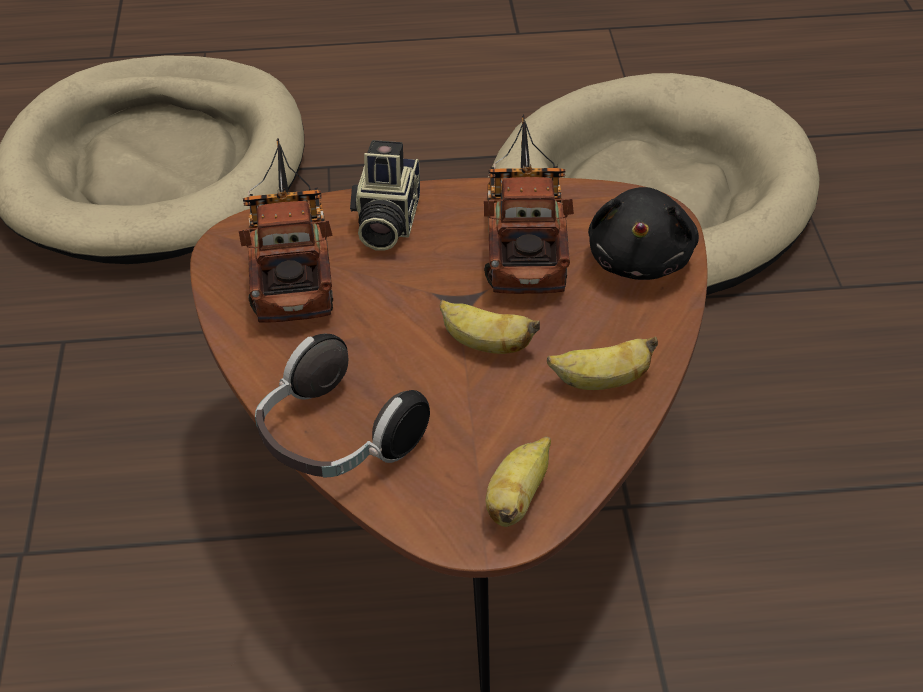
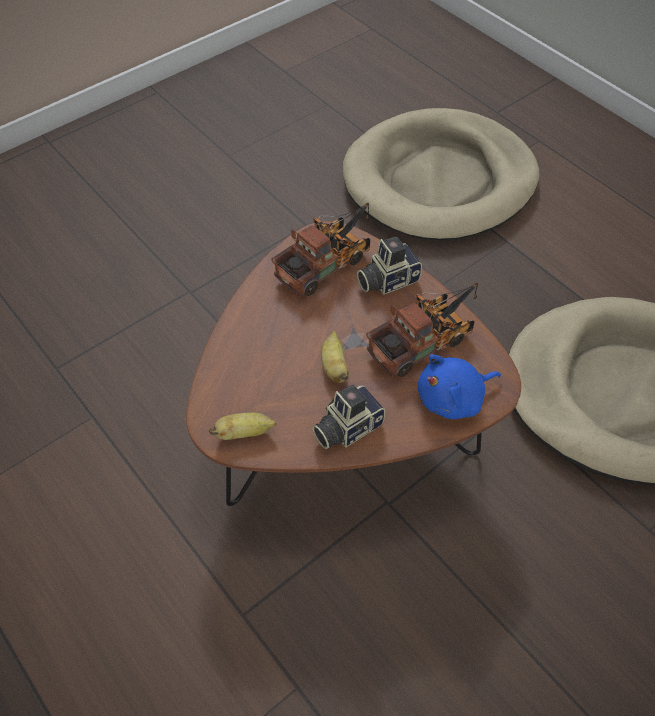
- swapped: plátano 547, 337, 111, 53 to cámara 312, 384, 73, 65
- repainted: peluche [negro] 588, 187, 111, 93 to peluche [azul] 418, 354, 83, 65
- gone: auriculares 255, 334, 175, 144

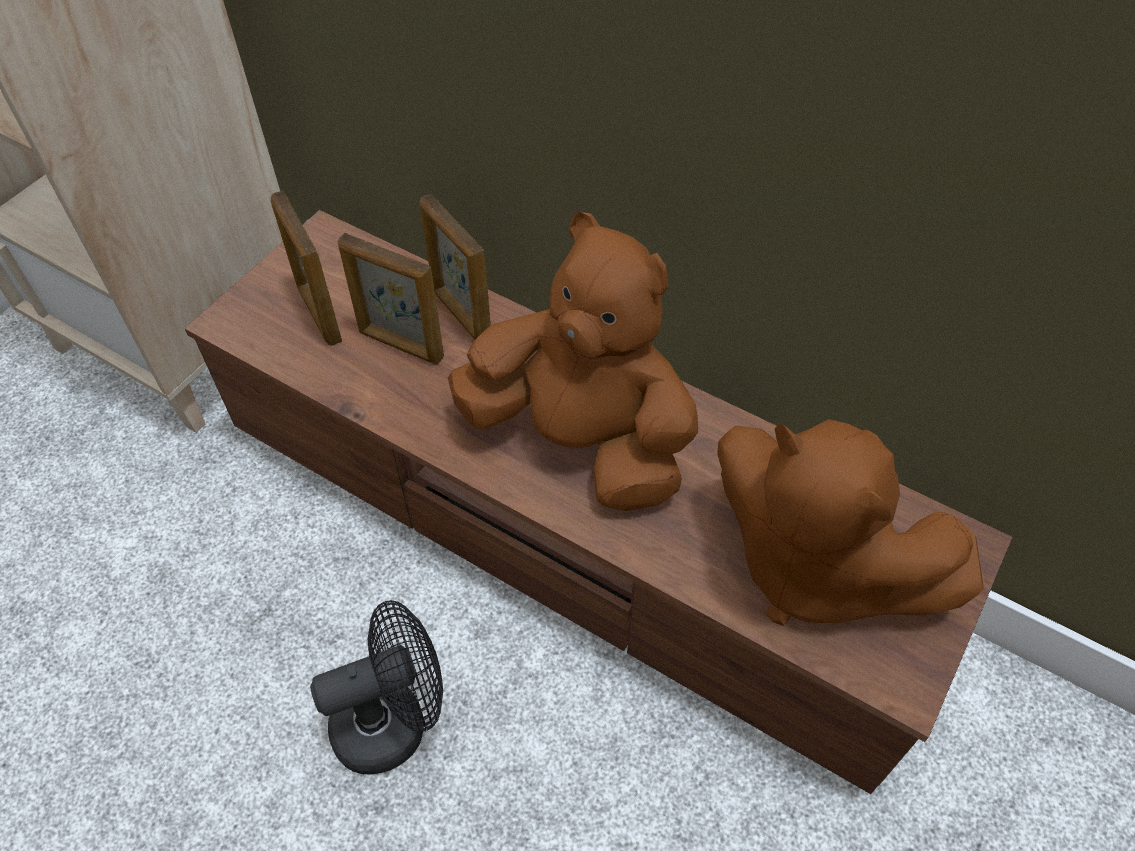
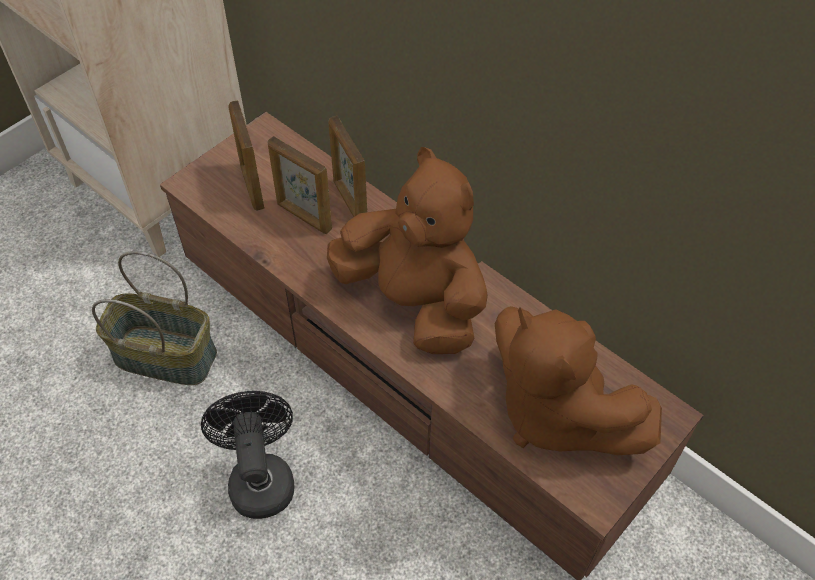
- new: cesta 92, 251, 125, 134
- rotated: ventilador [negro] 310, 600, 133, 175 = 201, 391, 94, 128 90 degrees counterclockwise

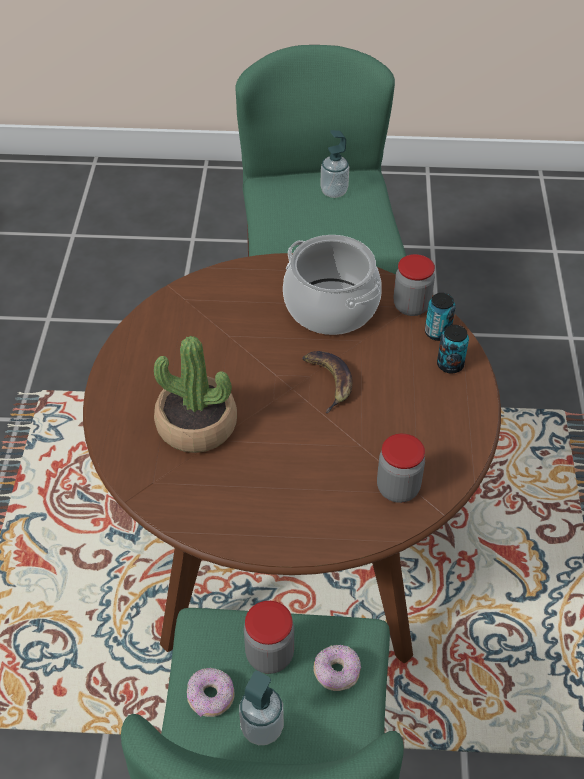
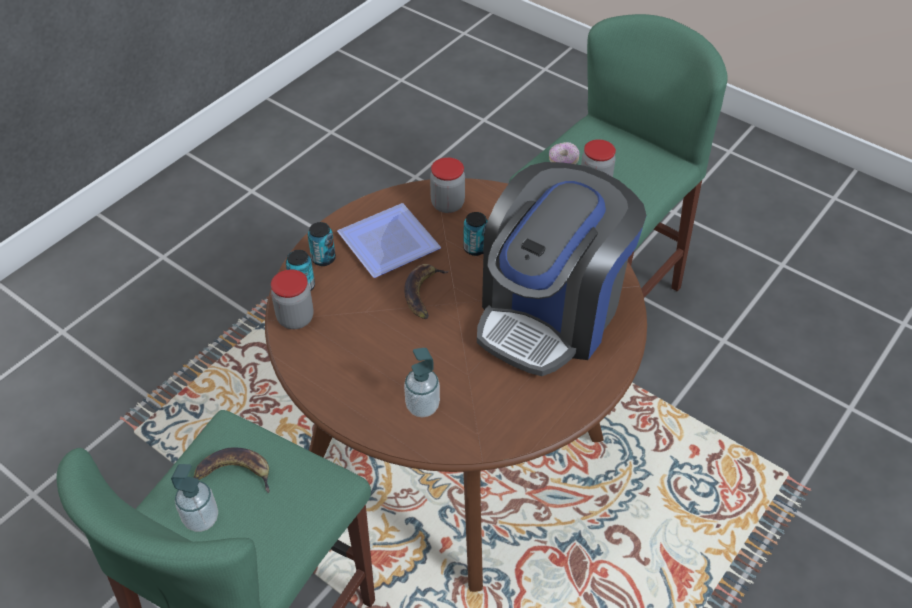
- new: plátano 193, 447, 77, 46
- new: plato 337, 203, 104, 75
- shifted: dispensador de jabón 239, 671, 45, 74 to 404, 348, 36, 70
- new: lata 463, 212, 25, 44
- swapped: planta en maceta 154, 336, 83, 117 to cafetera 477, 162, 169, 214
- gone: rosquilla 187, 668, 48, 49
- gone: olla 283, 235, 99, 100

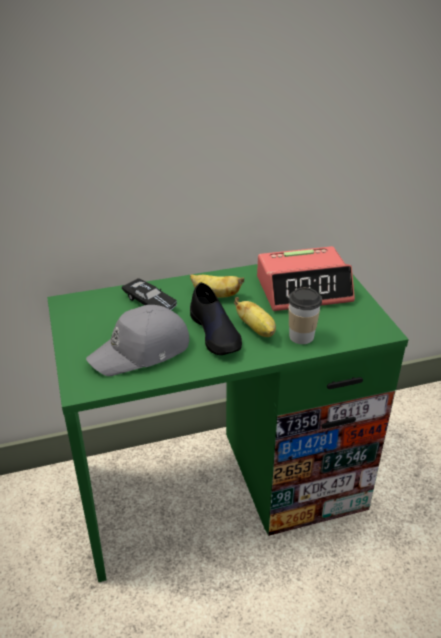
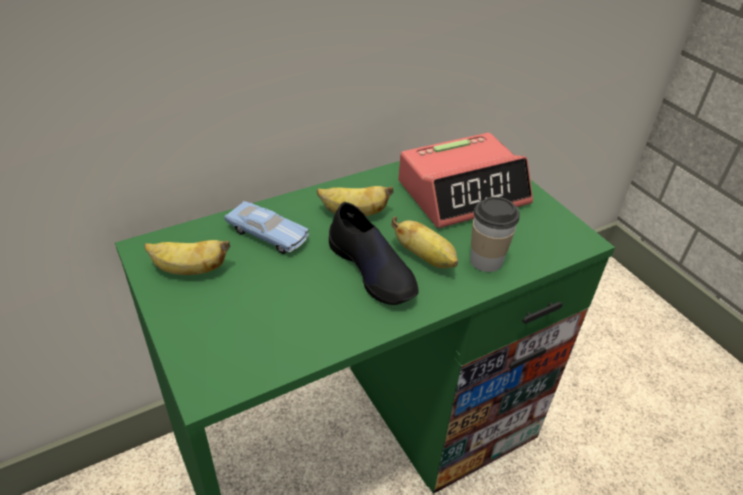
- new: plátano 145, 240, 85, 35
- repainted: coche de juguete [negro] 122, 278, 55, 32 to coche de juguete [azul] 224, 201, 85, 53
- gone: gorra [gris] 86, 305, 103, 71

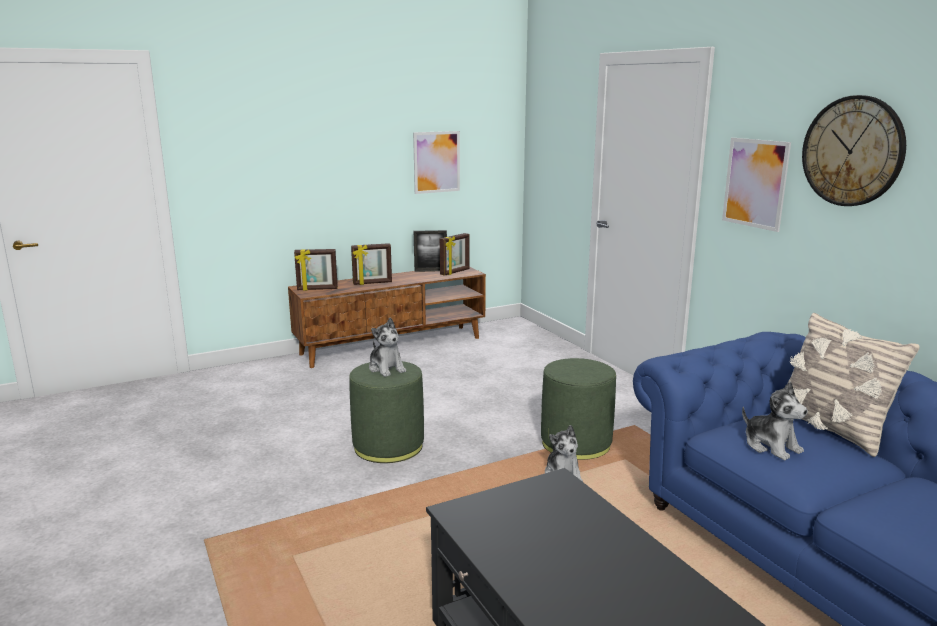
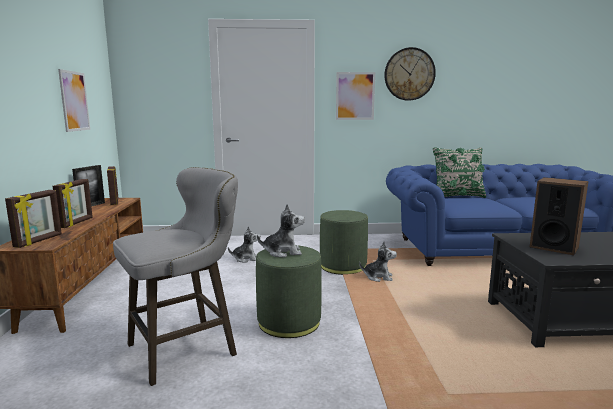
- new: taburete [gris] 113, 167, 125, 219
- shifted: peluche 742, 381, 66, 79 to 228, 226, 32, 37
- repainted: cojín [beis] 788, 313, 132, 144 to cojín [verde] 433, 147, 53, 51
- new: altavoz 530, 177, 59, 78

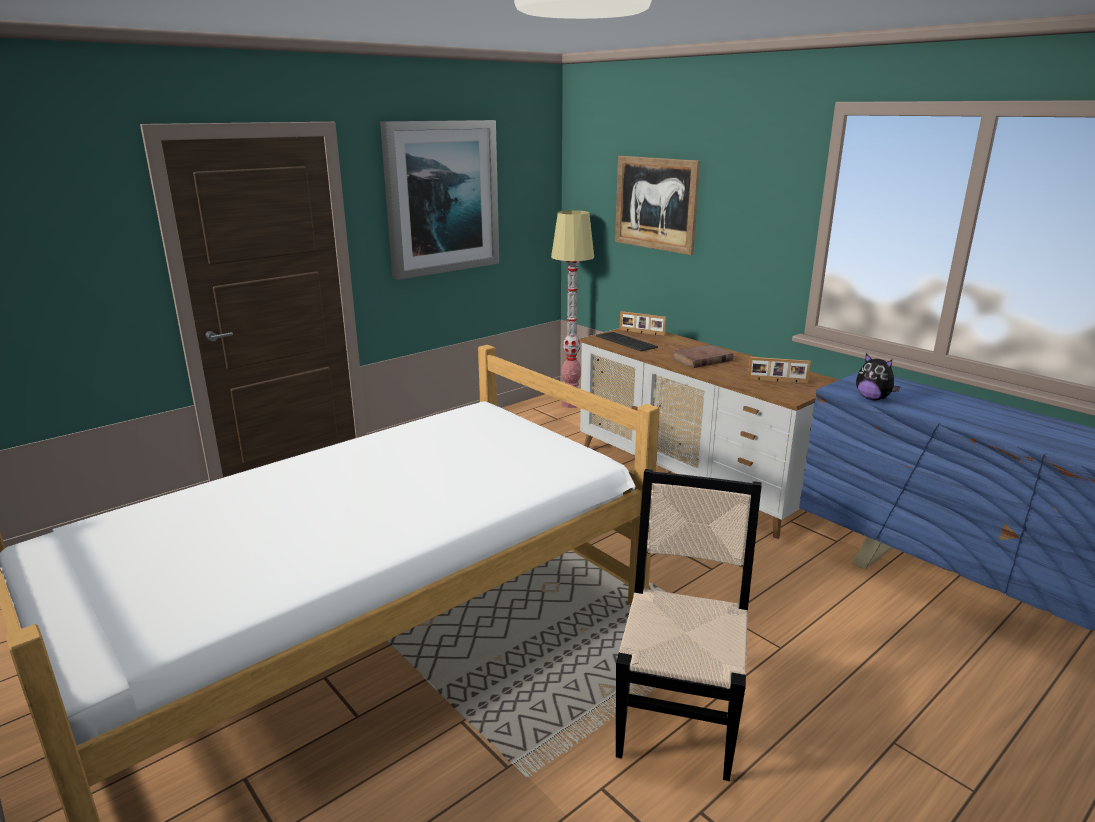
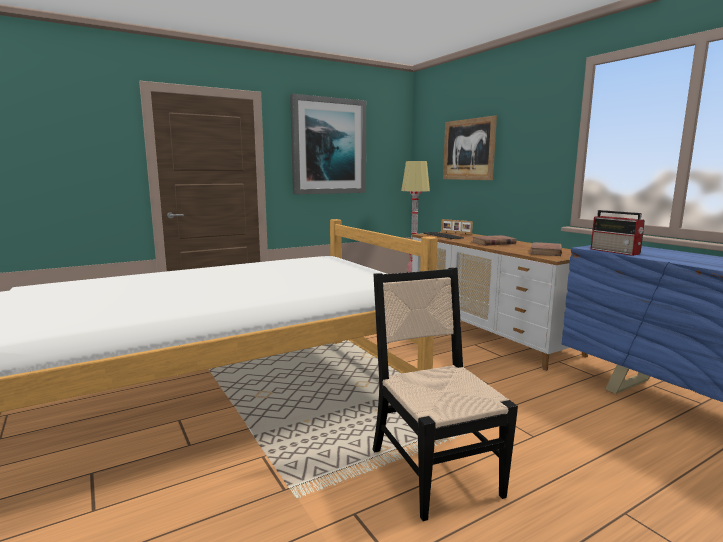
- rotated: silla 616, 469, 146, 312 = 372, 267, 146, 254 45 degrees counterclockwise
- swapped: portarretratos 748, 357, 63, 27 to libro [marrón] 530, 242, 32, 14
- swapped: peluche 856, 354, 44, 46 to radio 591, 210, 54, 46

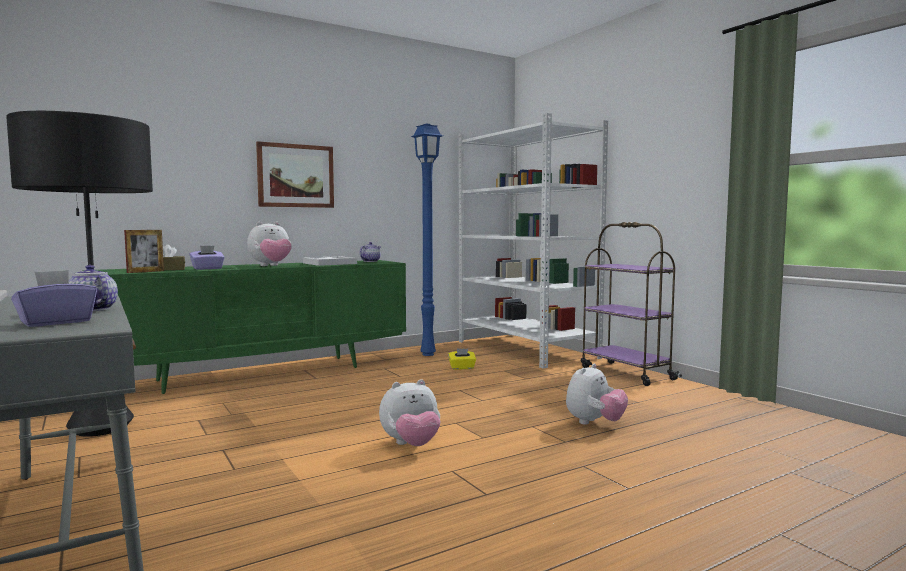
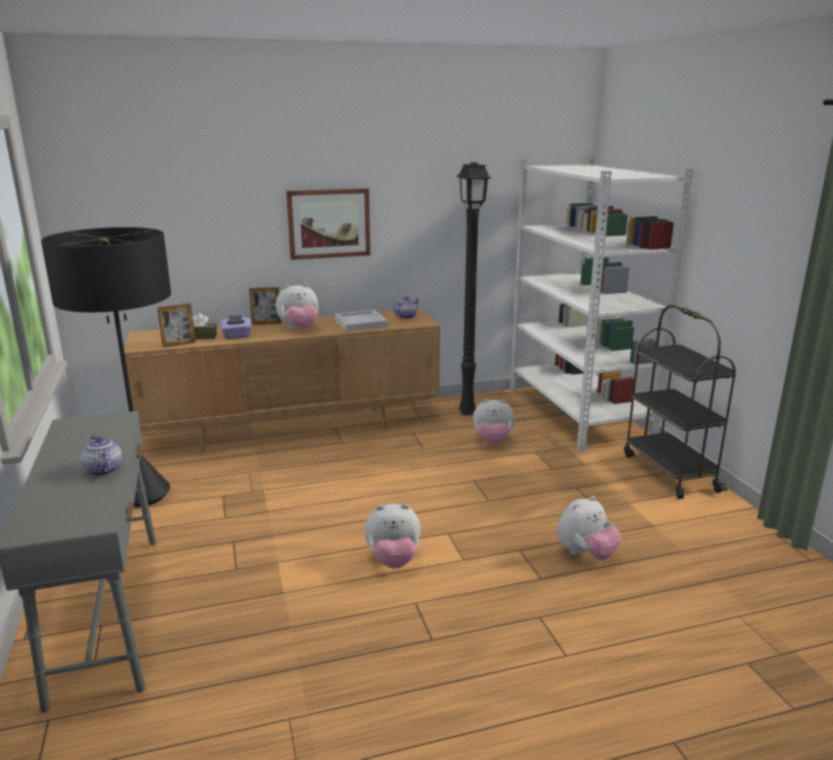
- repainted: armario [verde] 82, 260, 324, 134 to armario [marrón] 124, 309, 316, 143
- new: portarretratos 249, 287, 32, 38
- repainted: lámpara de pie [azul] 411, 123, 32, 233 to lámpara de pie [negro] 456, 162, 36, 253
- swapped: caja de pañuelos [amarillo] 448, 348, 28, 22 to peluche 473, 399, 42, 45
- repainted: carrito [morado] 581, 222, 101, 164 to carrito [negro] 624, 305, 112, 194
- gone: caja de pañuelos [morado] 11, 270, 86, 57

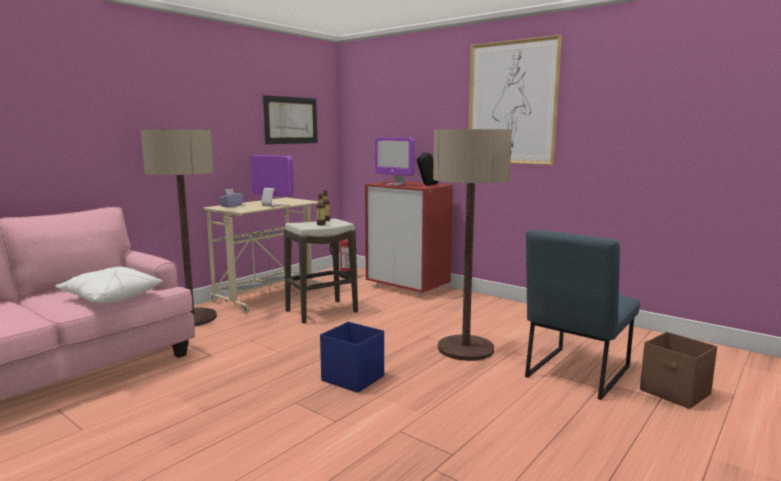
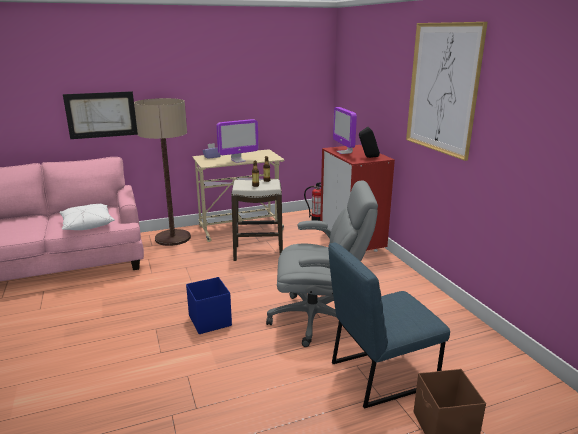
- shifted: cuadro 263, 95, 54, 49 to 63, 91, 75, 48
- rotated: monitor 250, 155, 44, 52 = 216, 119, 42, 44 90 degrees clockwise
- swapped: lámpara de pie 433, 129, 79, 232 to silla de oficina [gris] 266, 180, 112, 167

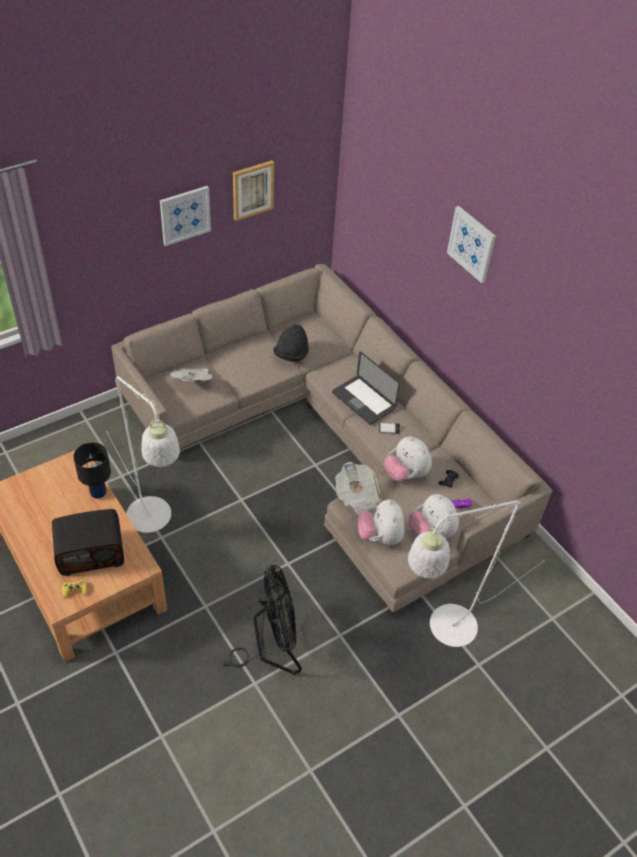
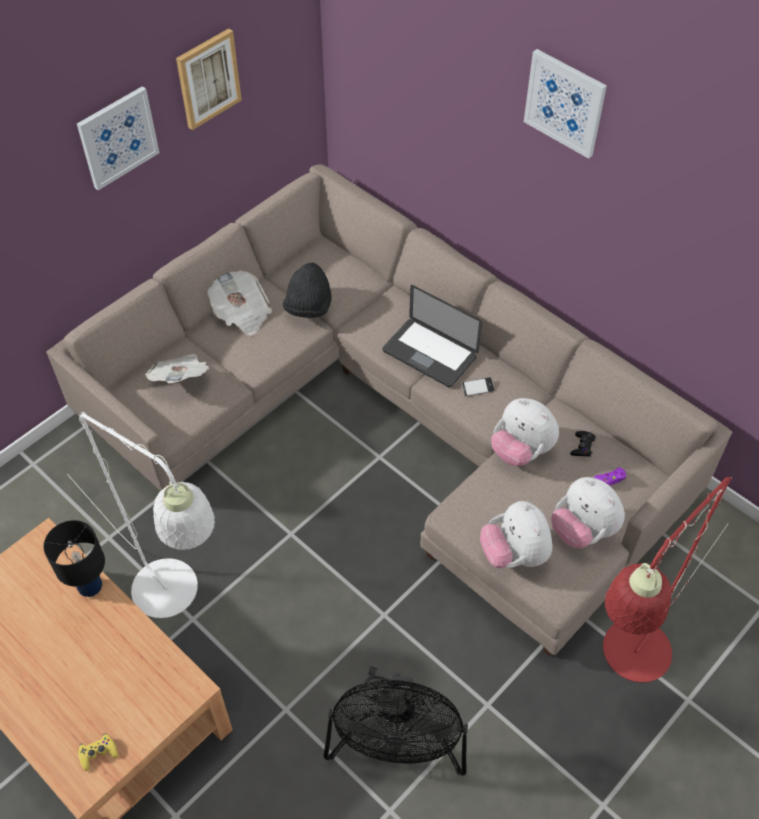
- shifted: periódico 335, 462, 46, 54 to 207, 271, 65, 65
- rotated: ventilador [negro] 222, 565, 80, 110 = 324, 666, 144, 110 120 degrees clockwise
- repainted: lámpara de pie [blanco] 408, 501, 137, 146 to lámpara de pie [rojo] 603, 477, 129, 205
- gone: radio 52, 509, 72, 67

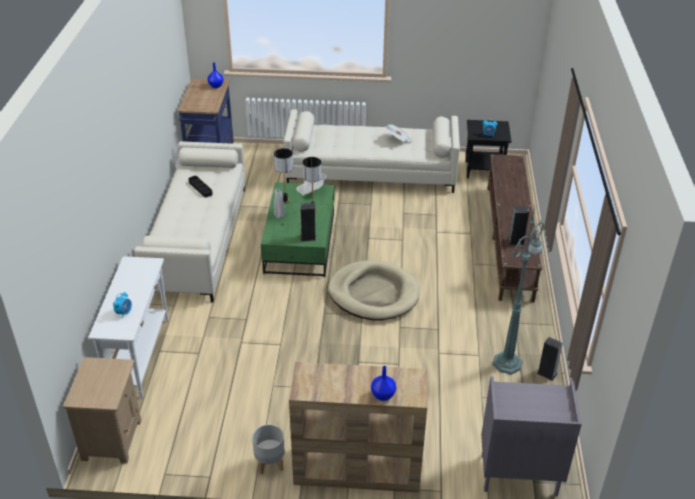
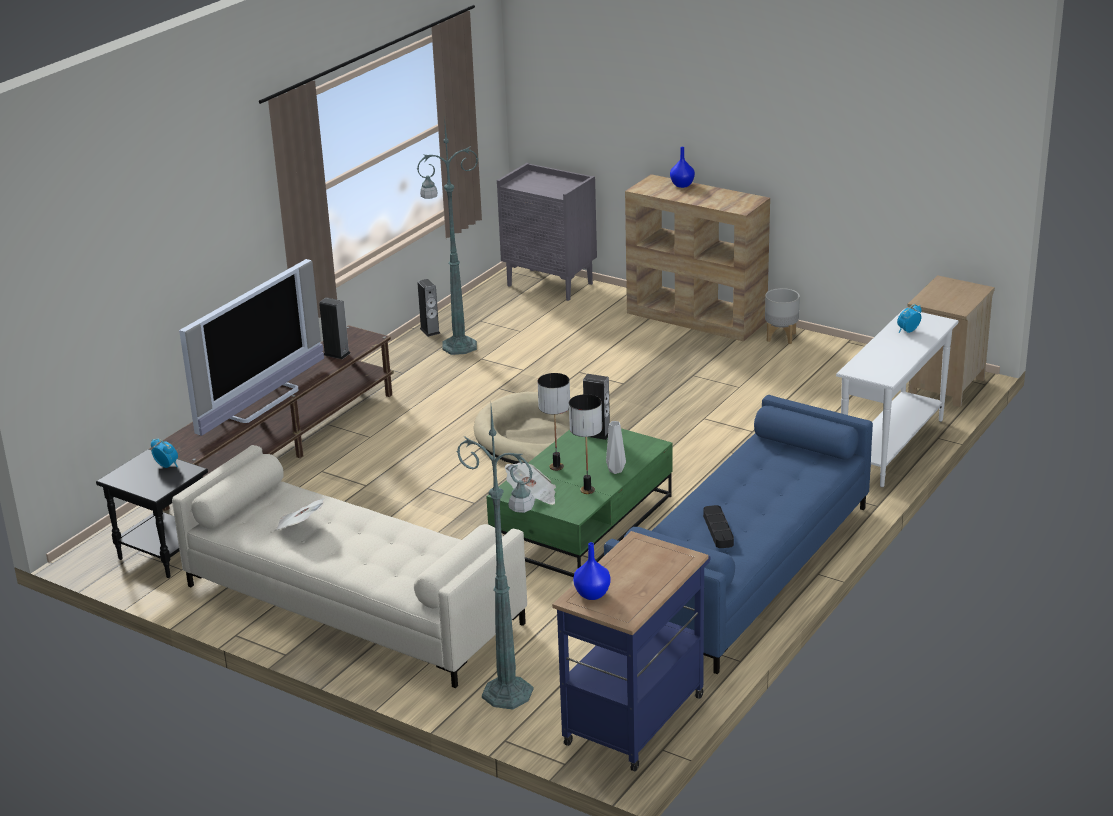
- new: televisor 179, 259, 145, 177
- new: lámpara de pie [verde] 457, 406, 78, 304
- repainted: sofá [beis] 134, 141, 112, 162 to sofá [azul] 604, 395, 269, 279

